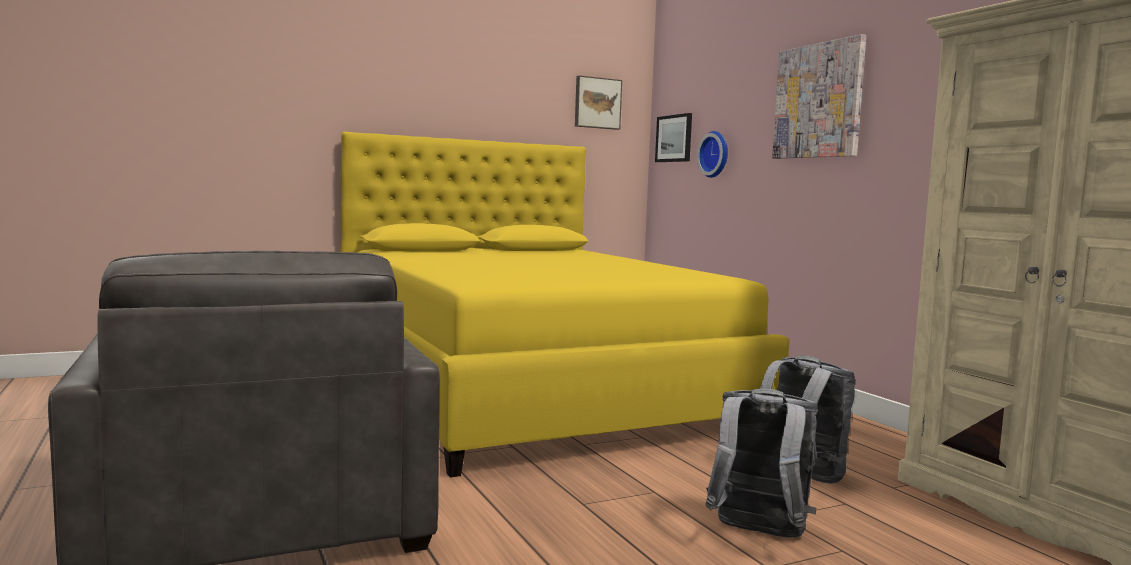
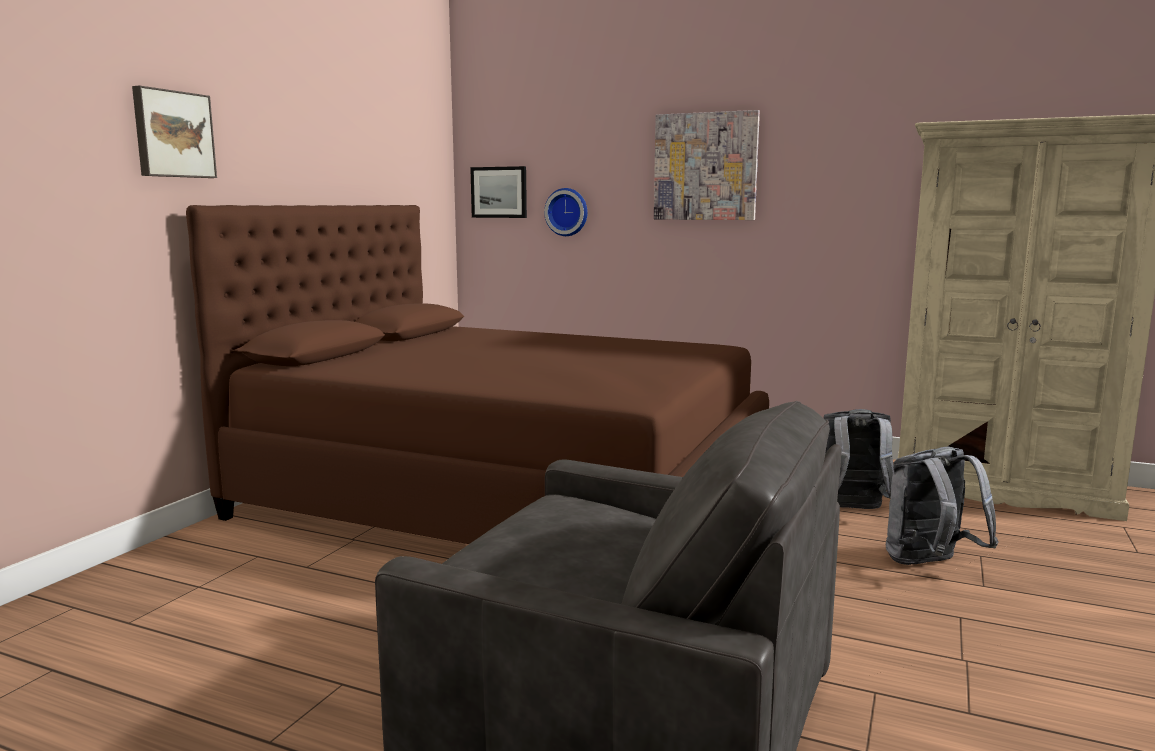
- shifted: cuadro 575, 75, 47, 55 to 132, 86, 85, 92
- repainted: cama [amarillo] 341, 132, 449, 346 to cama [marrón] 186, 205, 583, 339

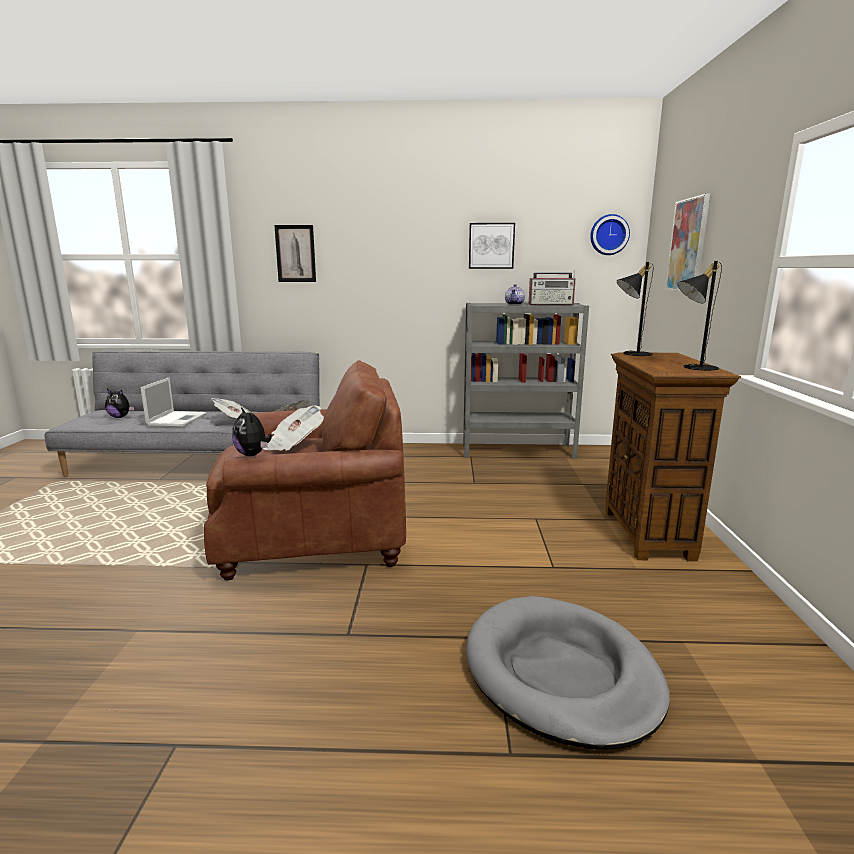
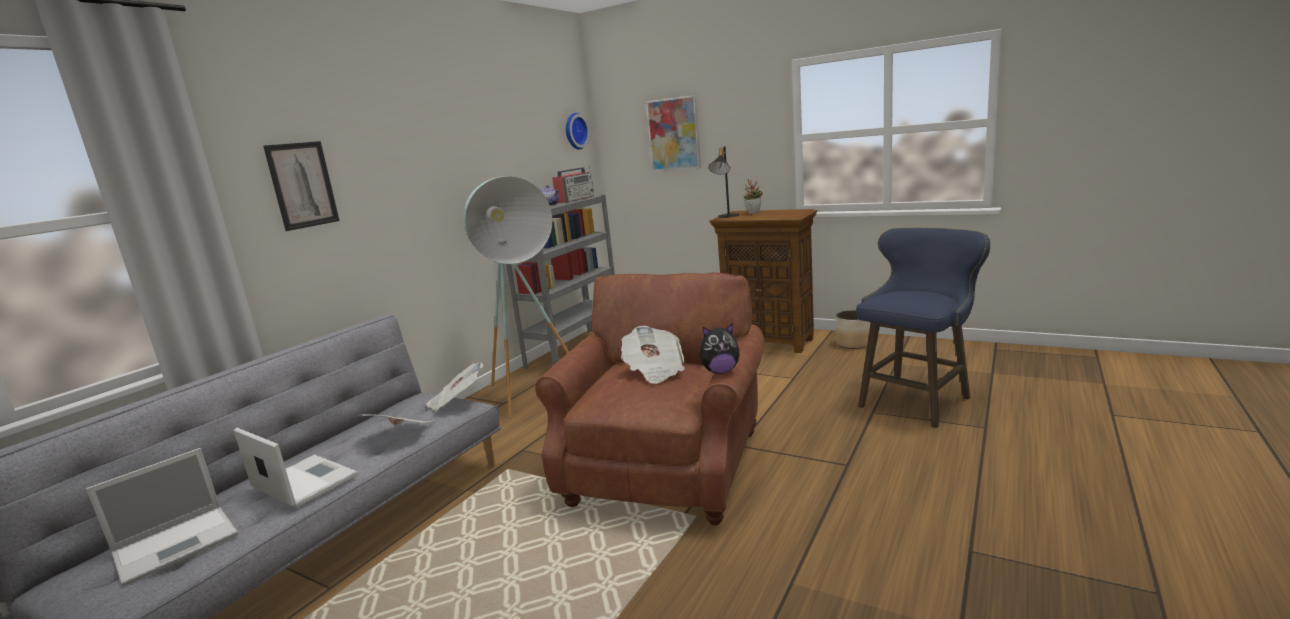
- swapped: peluche 105, 389, 29, 29 to portátil 86, 448, 152, 139
- new: lámpara de pie [turquesa] 463, 176, 106, 242
- new: planta en maceta 744, 179, 19, 36
- new: maceta 836, 310, 35, 39
- swapped: cama para perro [gris] 466, 596, 204, 154 to taburete [azul] 856, 227, 134, 201
- gone: cuadro 469, 223, 46, 46
- gone: lámpara de mesa [negro] 678, 261, 44, 110

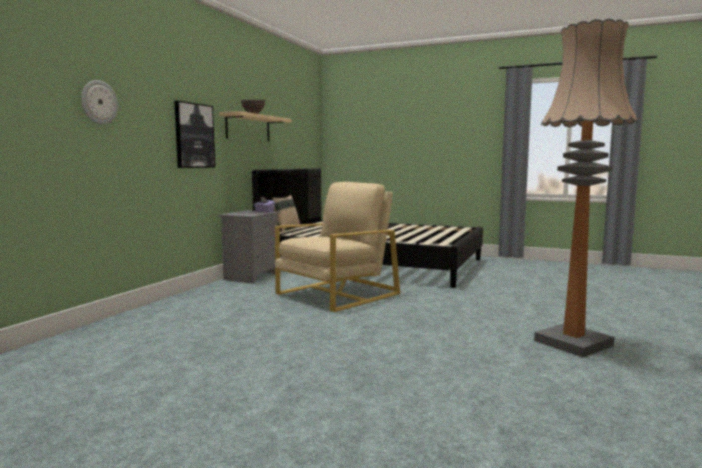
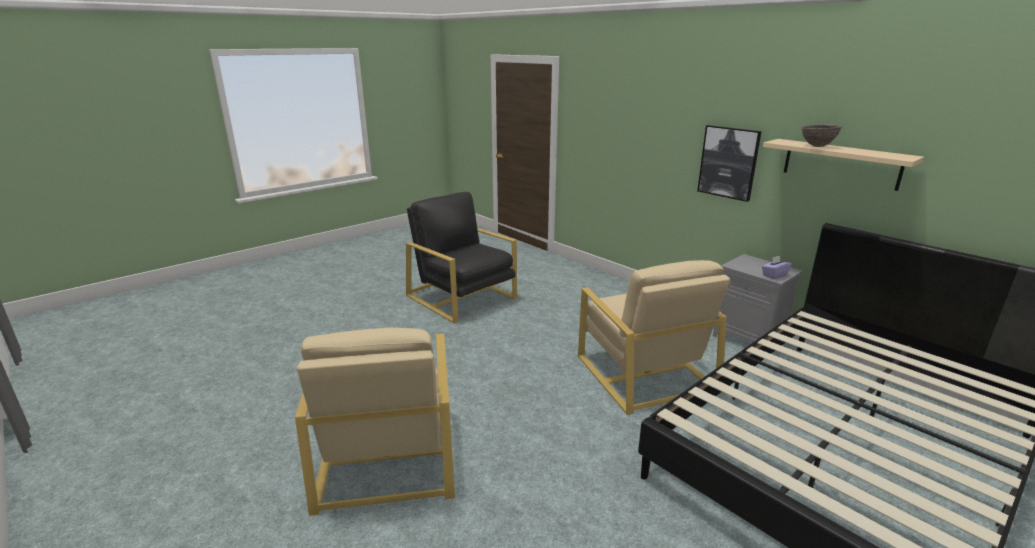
- swapped: lámpara de pie 534, 19, 104, 338 to sillón [beis] 295, 328, 160, 188
- new: sillón [negro] 406, 192, 111, 131
- gone: reloj de pared 81, 80, 37, 45
- gone: cojín [beis] 272, 195, 28, 37

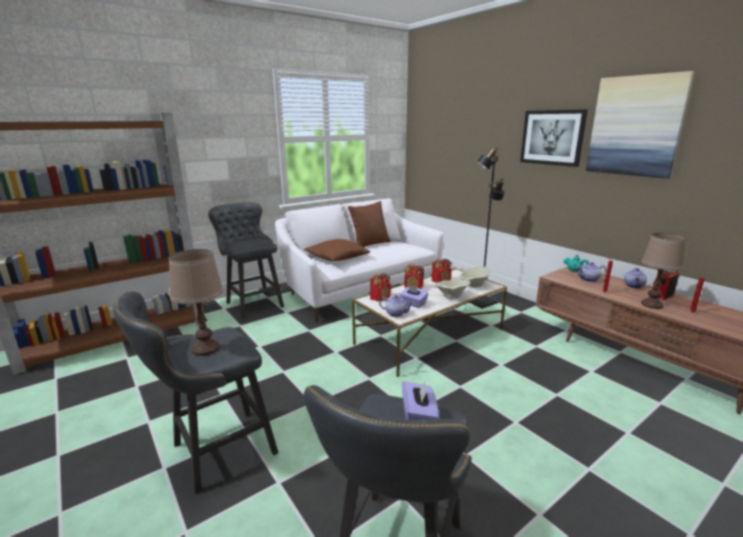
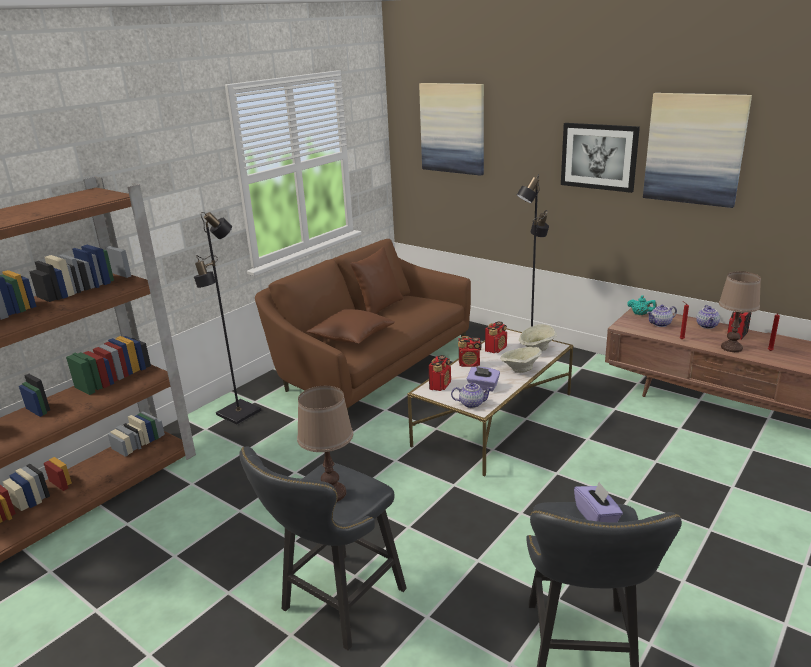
- swapped: taburete [gris] 208, 202, 76, 117 to lámpara de pie [negro] 194, 212, 68, 212
- repainted: sofá [blanco] 275, 198, 168, 125 to sofá [marrón] 255, 239, 216, 172
- new: cuadro 419, 83, 65, 93

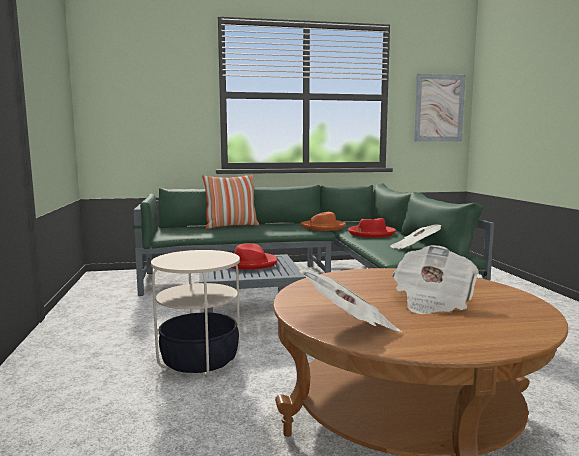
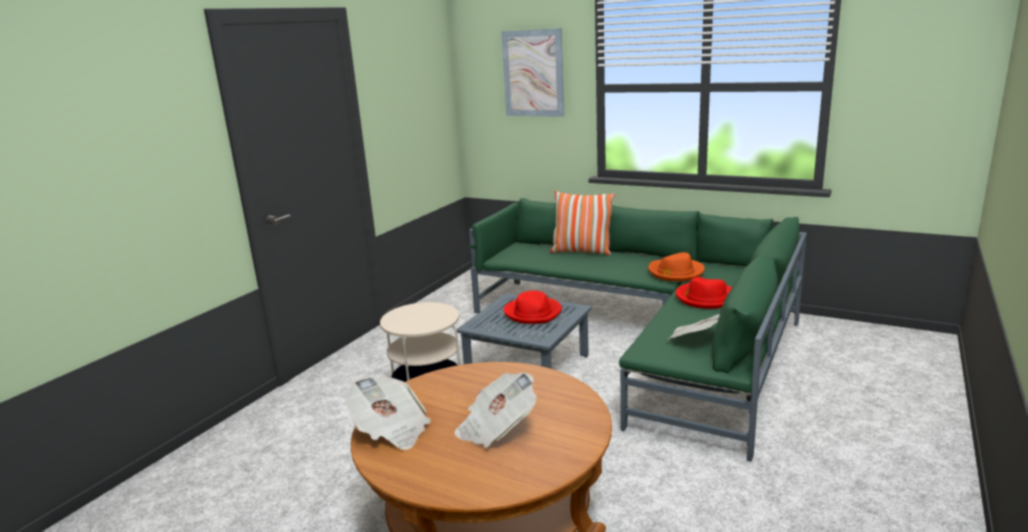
- shifted: cuadro 414, 74, 52, 68 to 501, 28, 63, 89

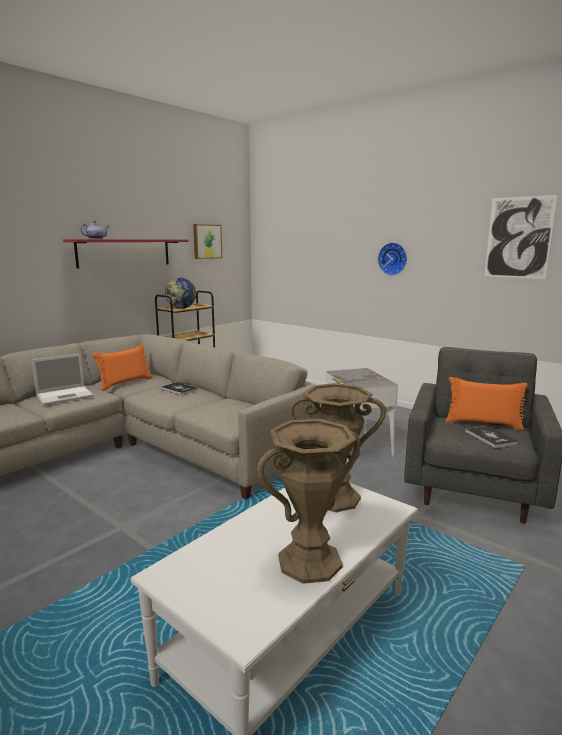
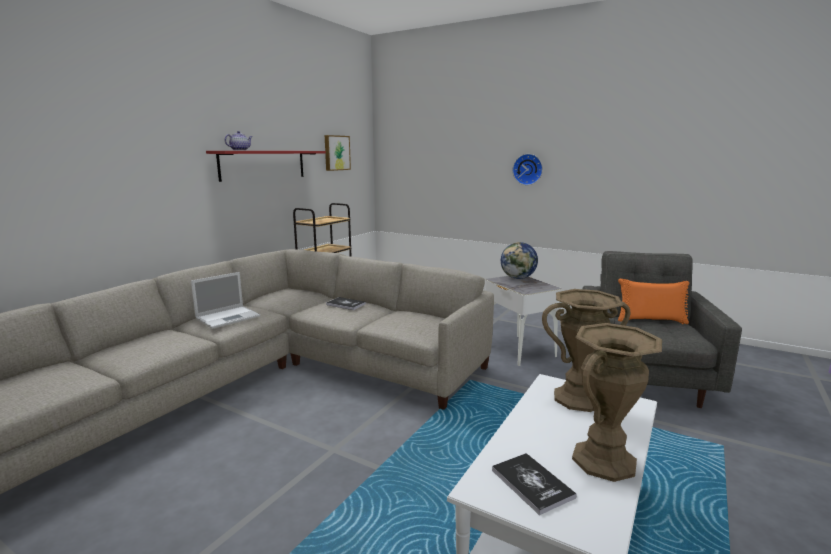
- shifted: libro 465, 426, 53, 22 to 492, 453, 85, 62
- shifted: globo terráqueo 165, 278, 31, 31 to 501, 242, 37, 37
- gone: cojín [naranja] 92, 344, 60, 47
- gone: cuadro 485, 195, 72, 84

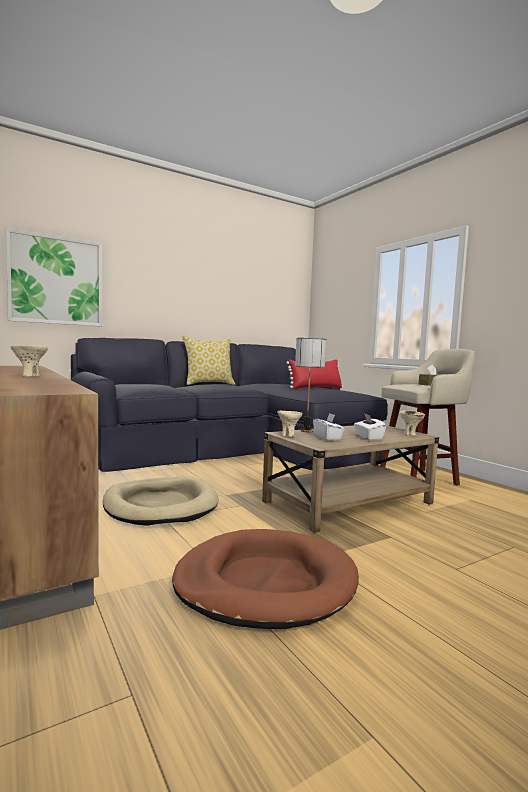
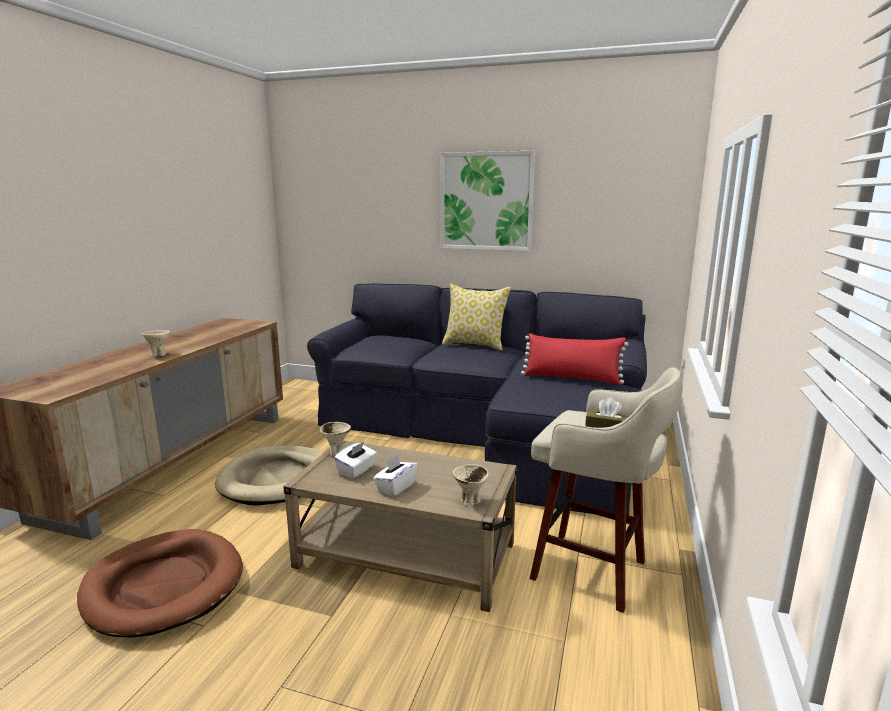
- shifted: cuadro 6, 228, 96, 99 to 440, 151, 95, 100
- gone: lámpara de mesa 295, 338, 31, 94

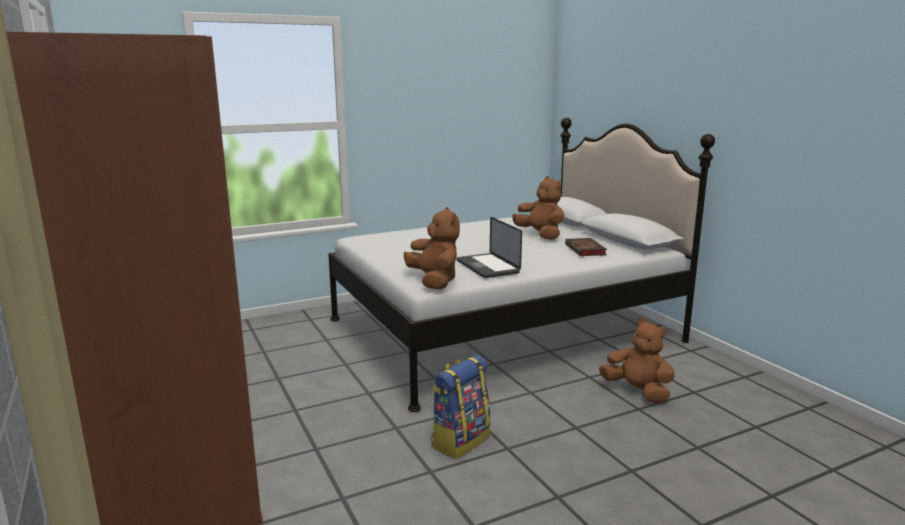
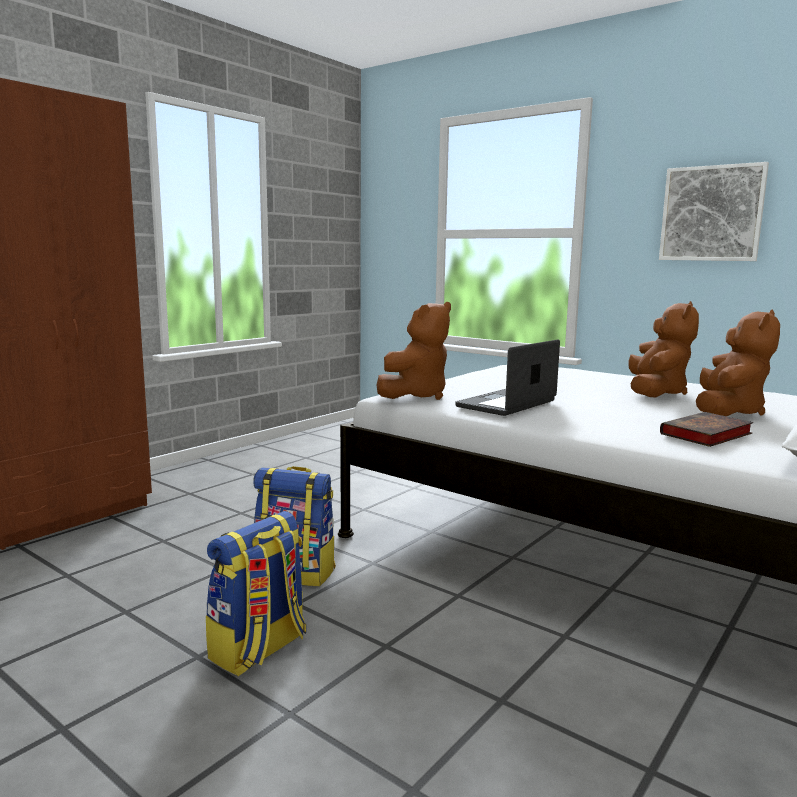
- new: mochila 206, 511, 100, 165
- shifted: peluche [marrón] 599, 319, 76, 84 to 628, 301, 71, 96
- new: cuadro 659, 162, 110, 99

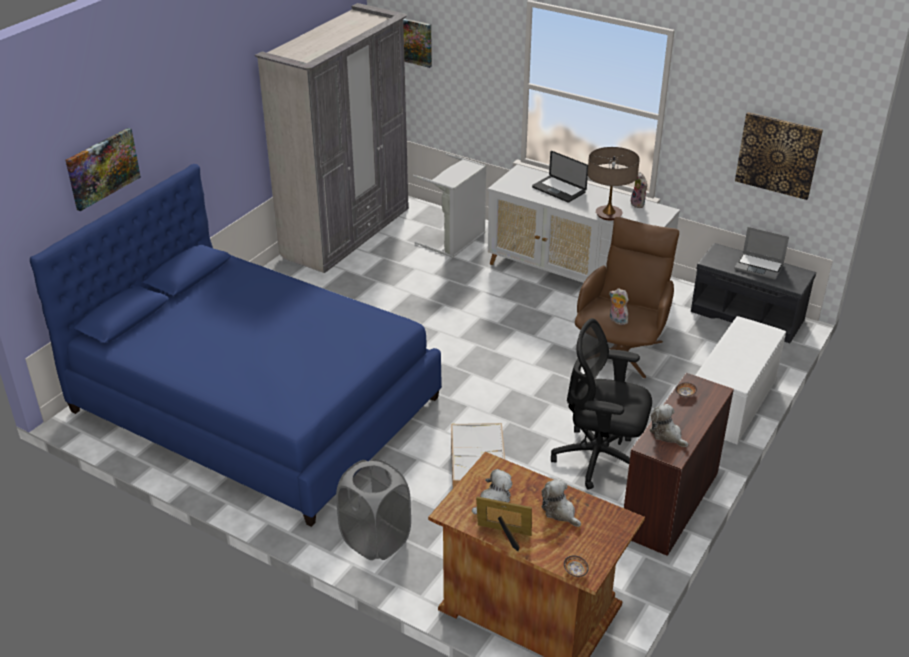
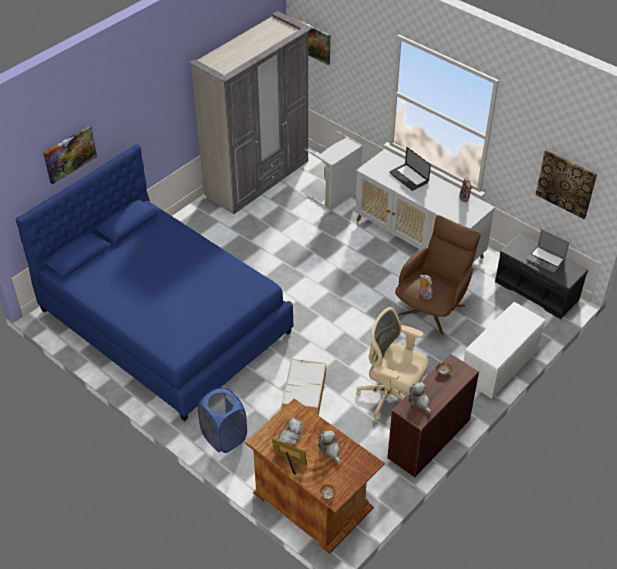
- repainted: cesto de la ropa [gris] 336, 459, 75, 101 to cesto de la ropa [azul] 198, 387, 49, 66
- repainted: silla de oficina [negro] 551, 318, 101, 171 to silla de oficina [beis] 356, 307, 73, 113
- gone: lámpara de mesa 588, 147, 52, 73

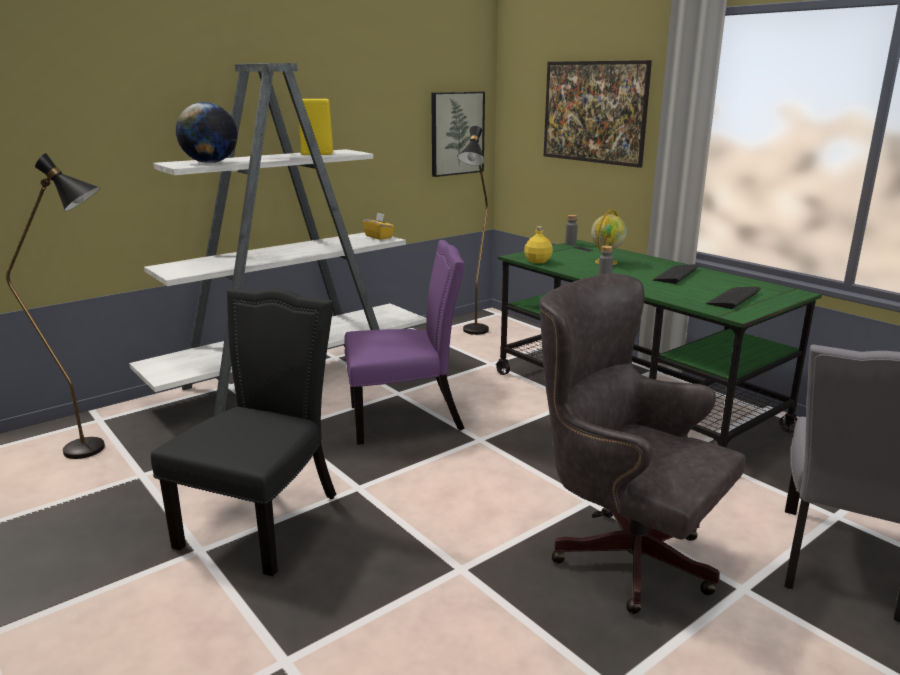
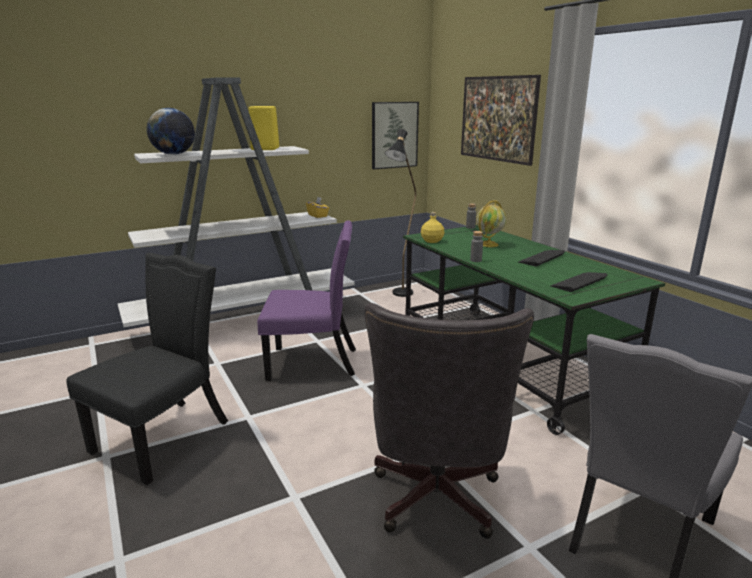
- rotated: silla de oficina [gris] 539, 273, 207, 341 = 364, 303, 170, 236 135 degrees counterclockwise
- gone: lámpara de pie [negro] 6, 153, 99, 306

